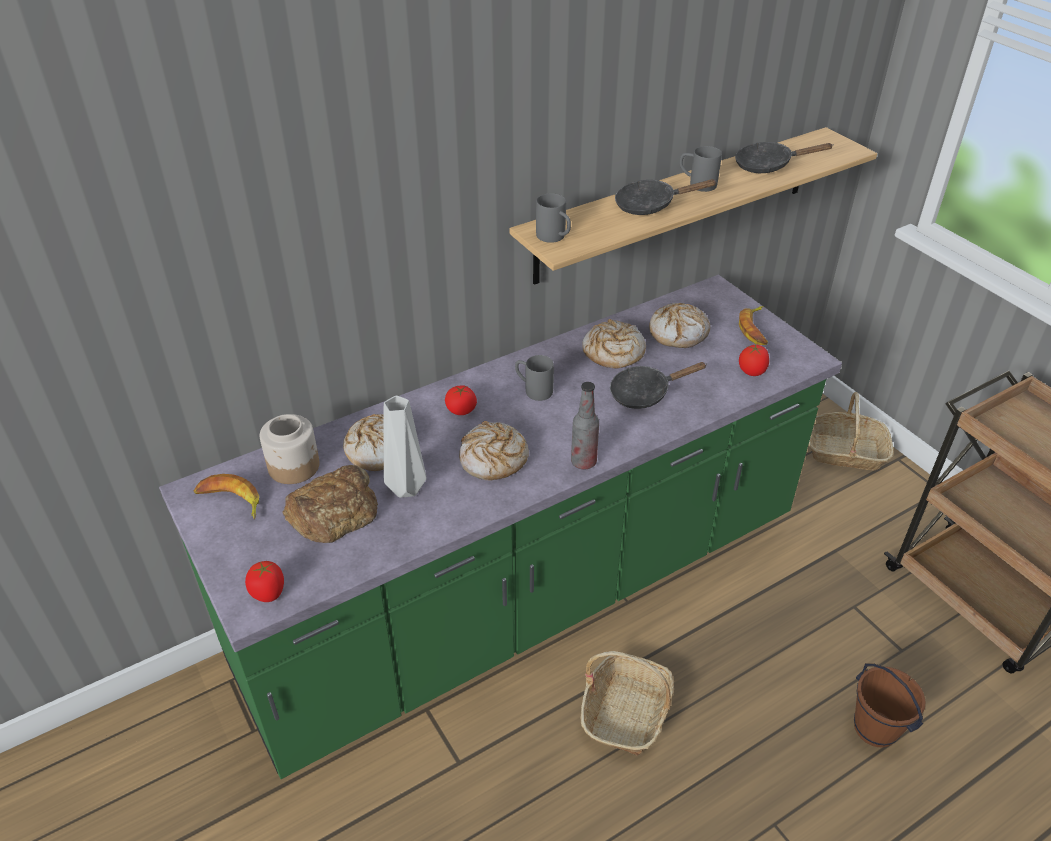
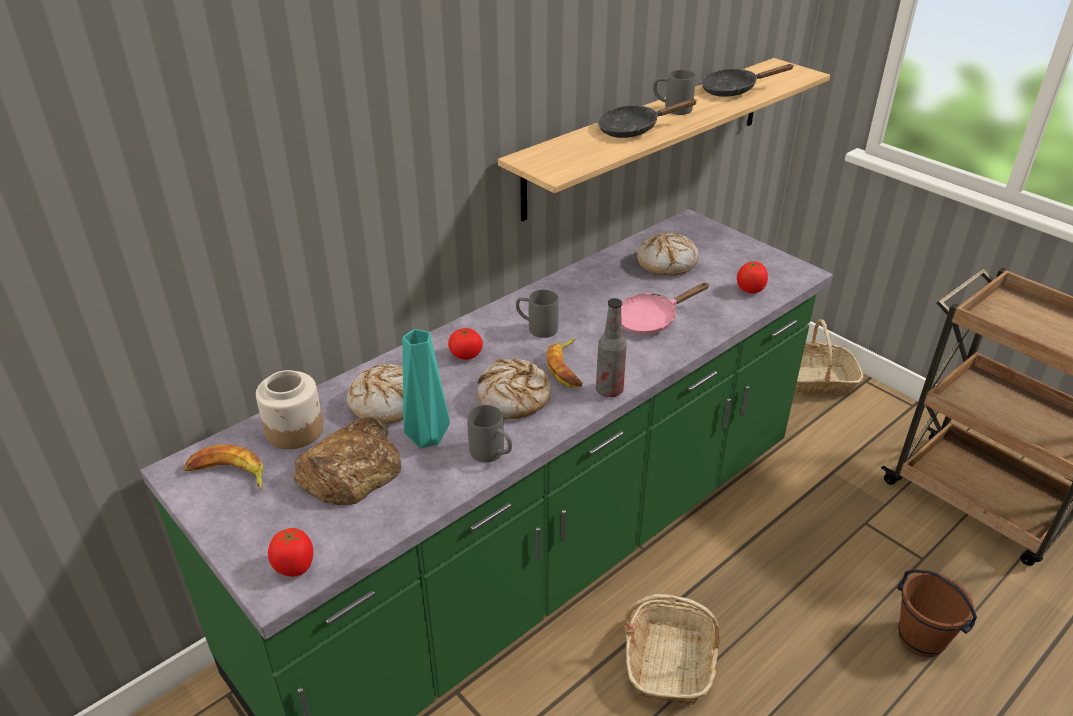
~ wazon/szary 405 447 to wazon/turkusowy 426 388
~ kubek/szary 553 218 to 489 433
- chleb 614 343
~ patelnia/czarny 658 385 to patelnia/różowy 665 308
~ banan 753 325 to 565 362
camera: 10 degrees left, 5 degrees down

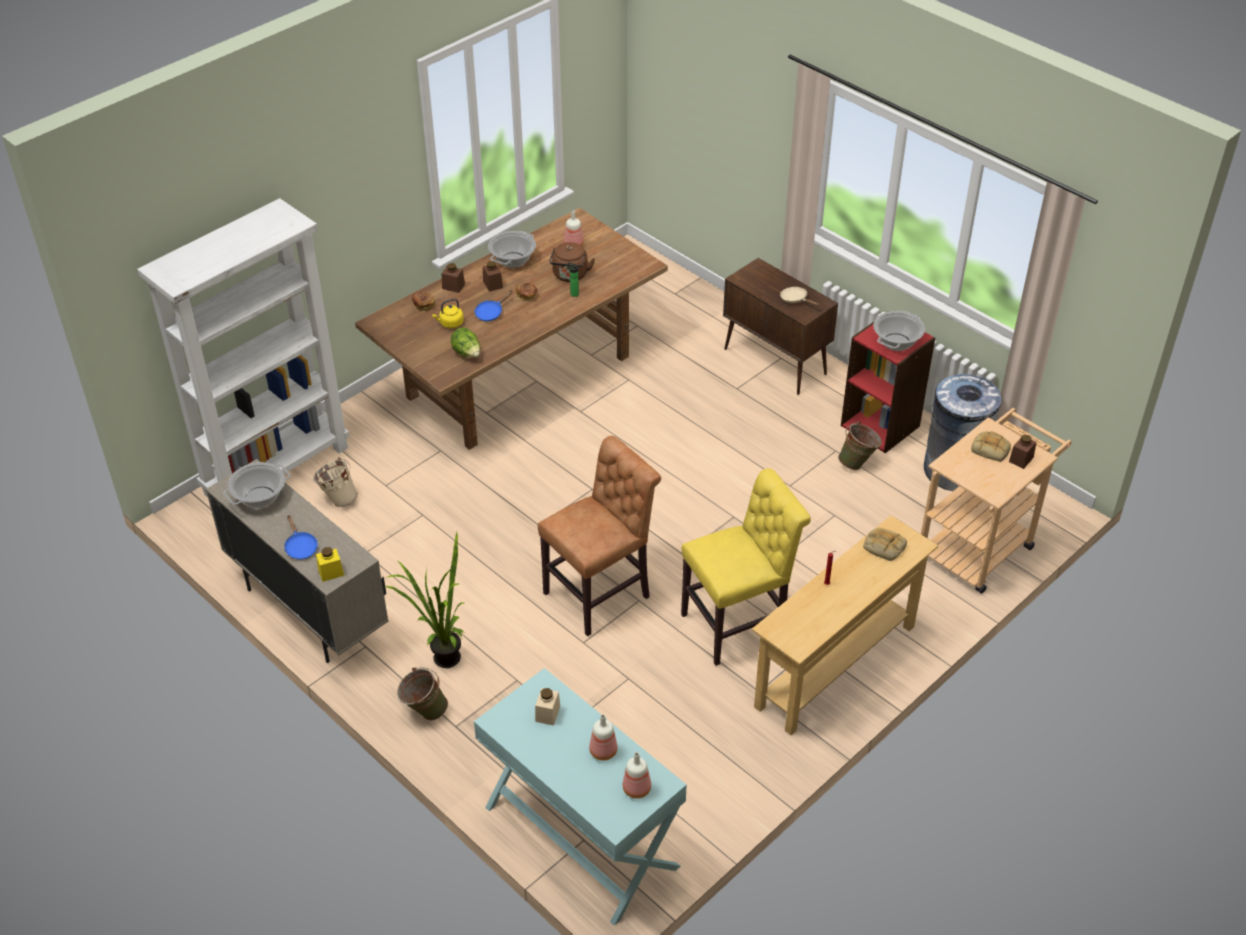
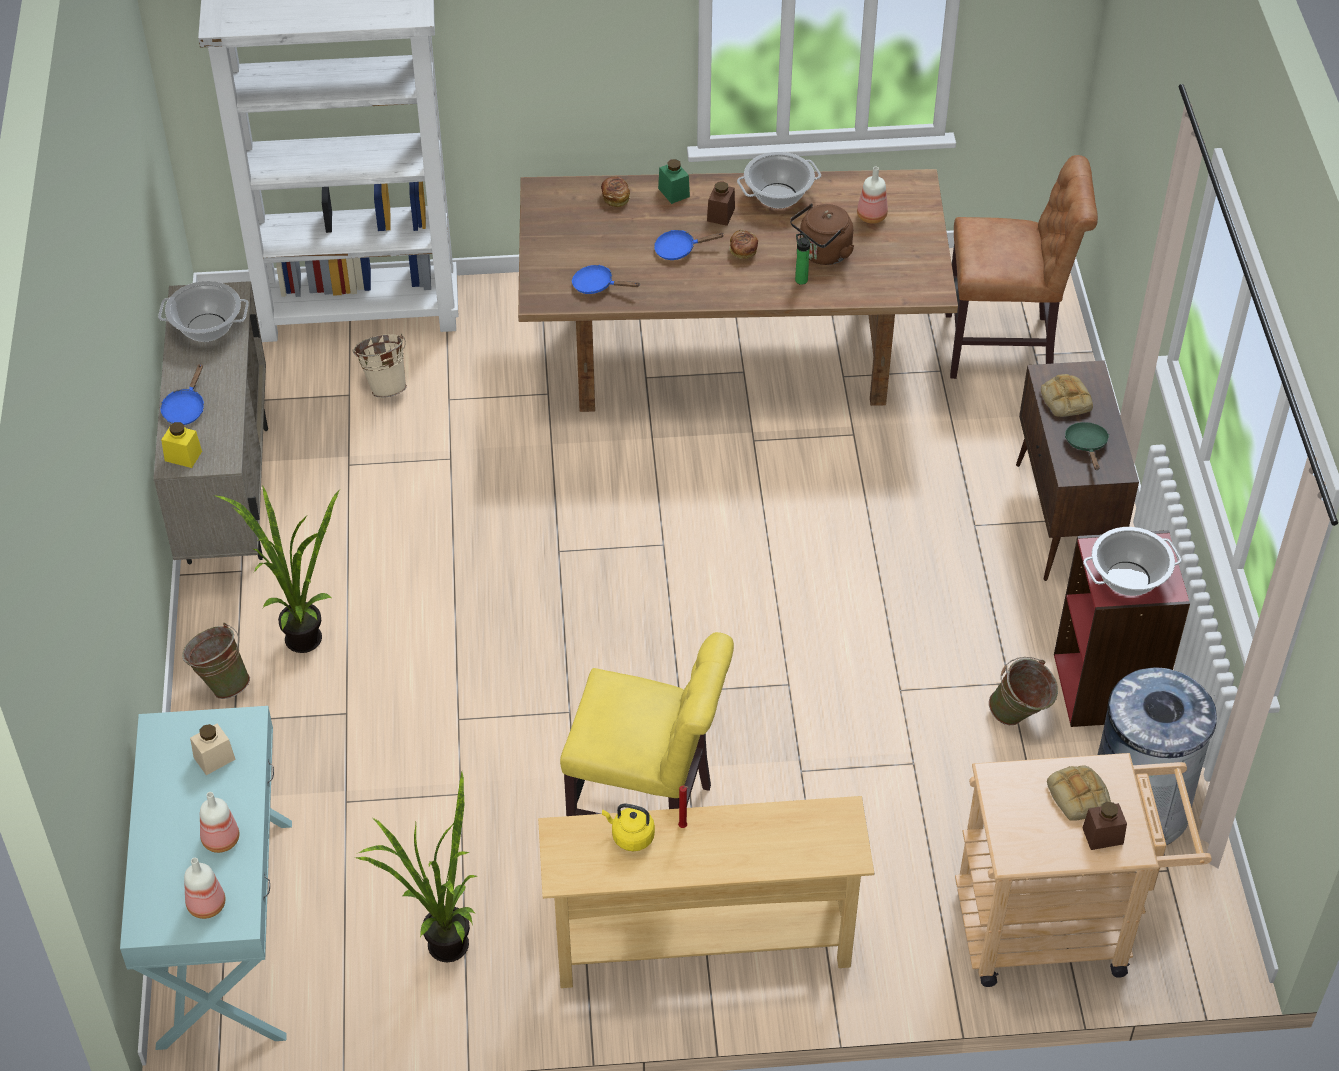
~ czajnik/żółty 448 313 to 628 827
~ słoik/brązowy 453 278 to słoik/zielony 674 181
~ sałata 465 342 to patelnia/niebieski 605 279
~ krzesło/brązowy 599 536 to 1022 267
~ patelnia/beżowy 800 296 to patelnia/zielony 1087 446
~ chleb 885 544 to 1067 395
+ roślina doniczkowa 416 865
camera: 40 degrees right, 5 degrees up

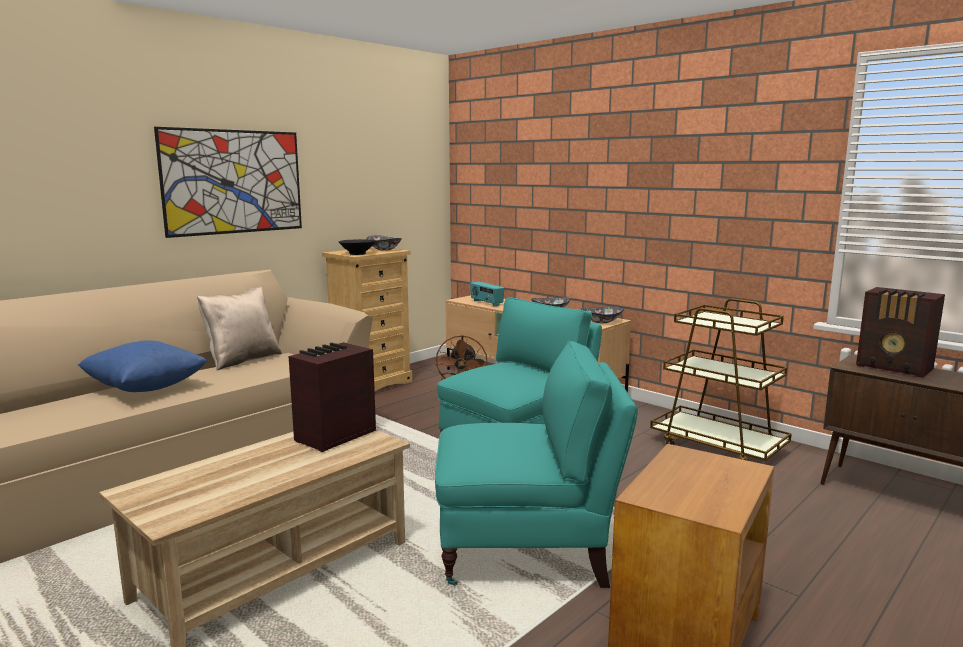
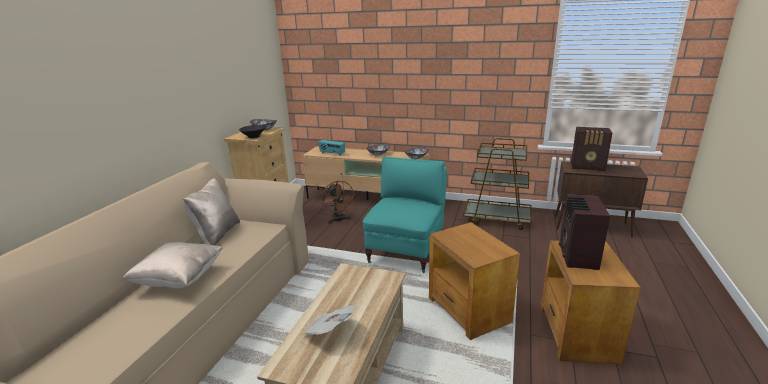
~ poduszka/niebieski 142 366 to poduszka/beżowy 172 265
- obraz 228 182
~ radio 332 397 to 584 232
~ fotel/turkusowy 536 464 to stolik/brązowy 474 281
+ gazeta 329 320
camera: 25 degrees left, 10 degrees up

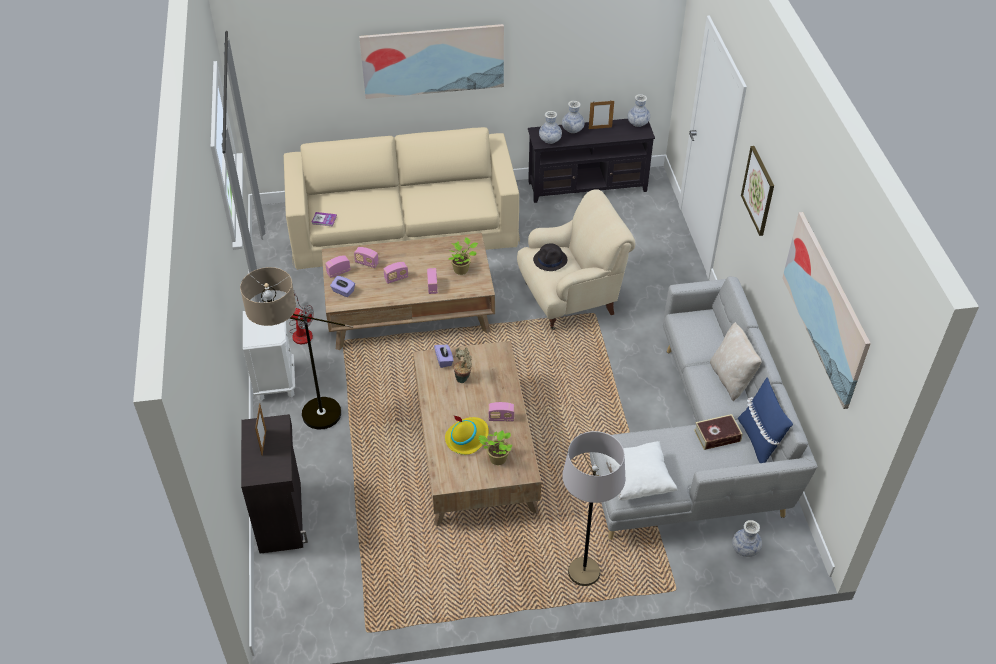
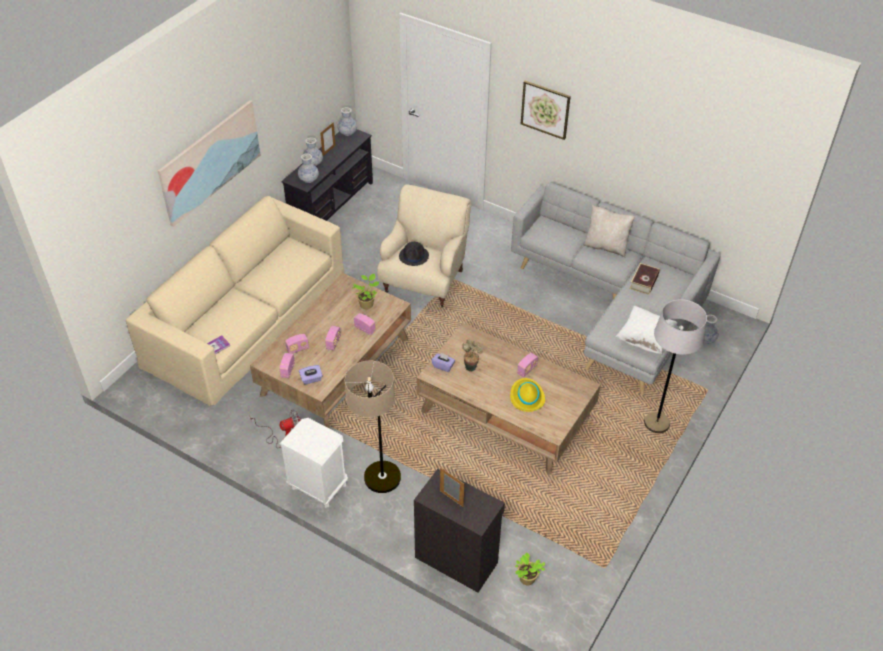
~ roślina doniczkowa 495 447 to 530 568
- poduszka/niebieski 765 420
- obraz 826 310
camera: 50 degrees left, 0 degrees up

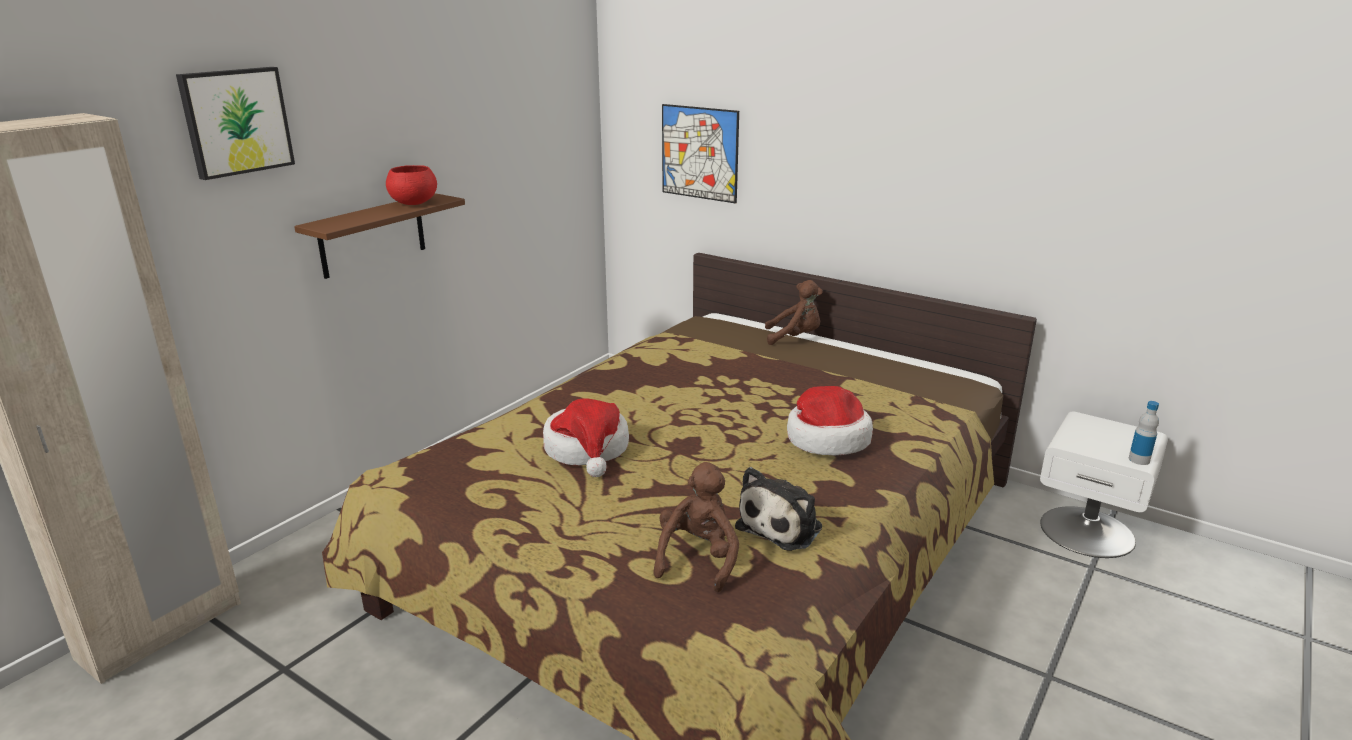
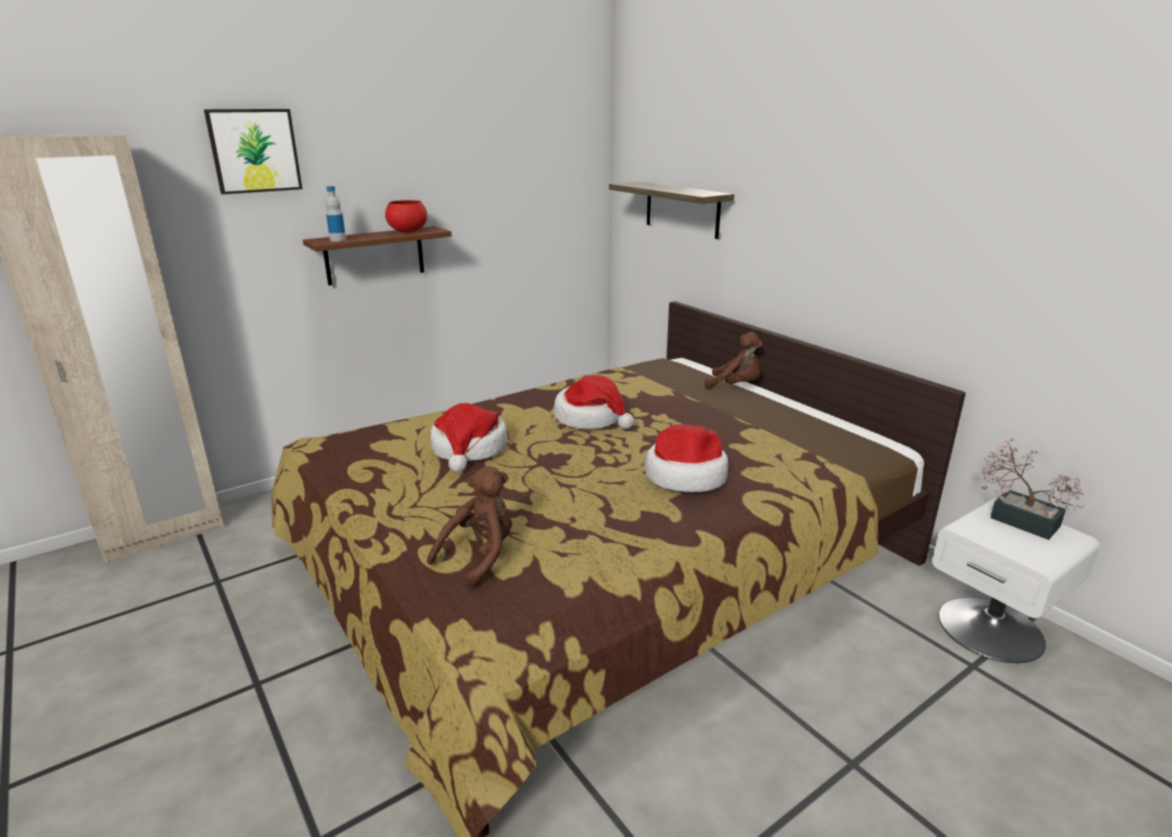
~ obraz 700 153 to półka 671 210
- pluszak 778 509
~ butelka 1144 433 to 336 214
+ kapelusz 594 402
+ roślina doniczkowa 1033 489
camera: 20 degrees right, 0 degrees up

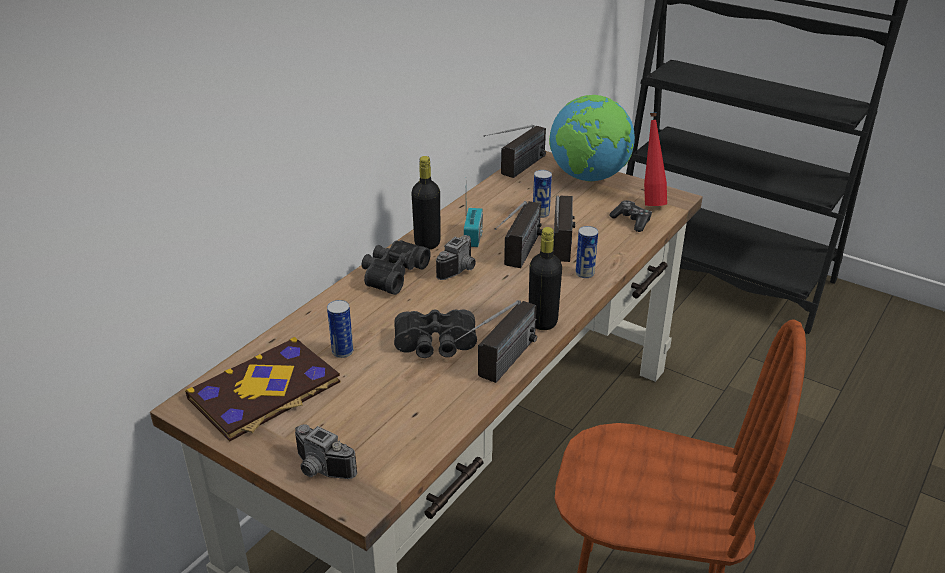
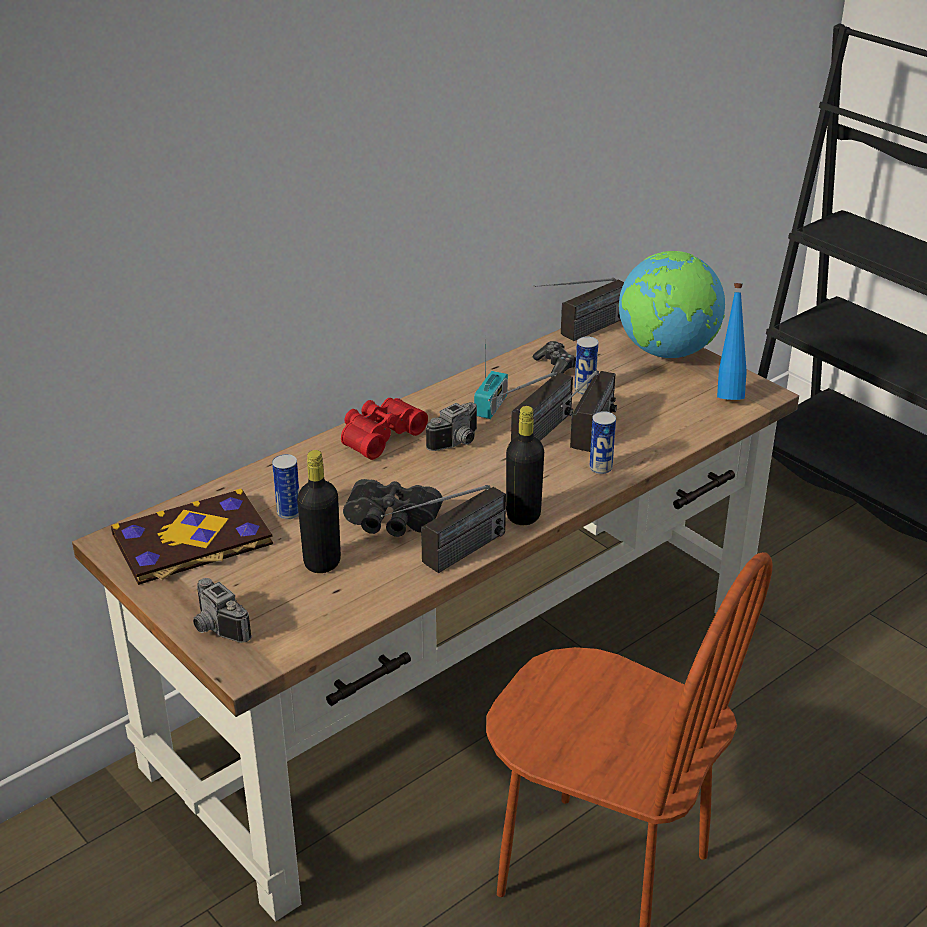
~ lornetka/czarny 396 267 to lornetka/czerwony 384 429
~ butelka/czarny 426 202 to 319 511
~ pad do gier 631 216 to 554 359
~ butelka/czerwony 655 159 to butelka/niebieski 732 341
camera: 15 degrees right, 0 degrees up

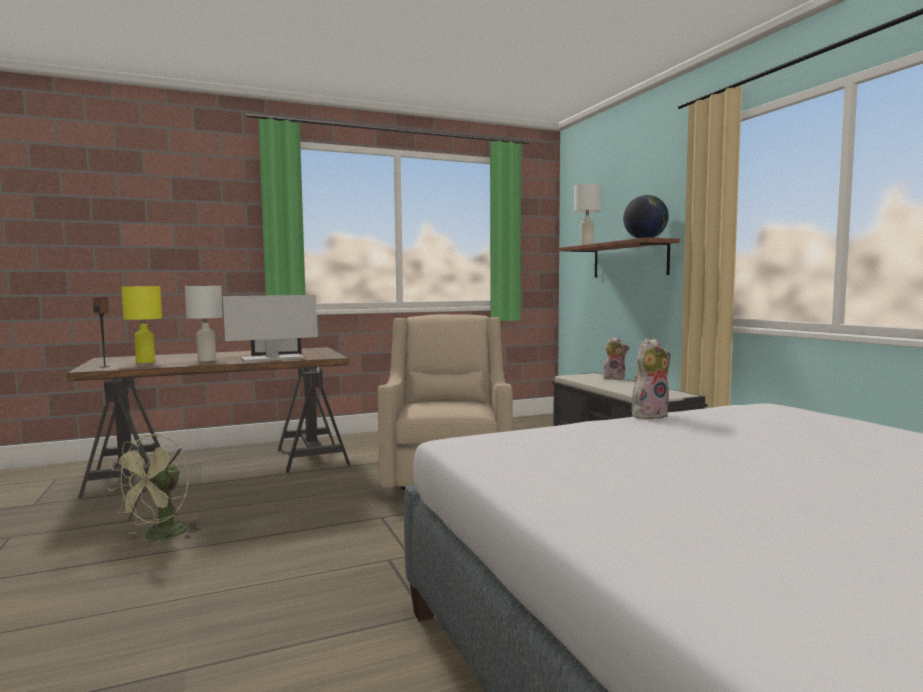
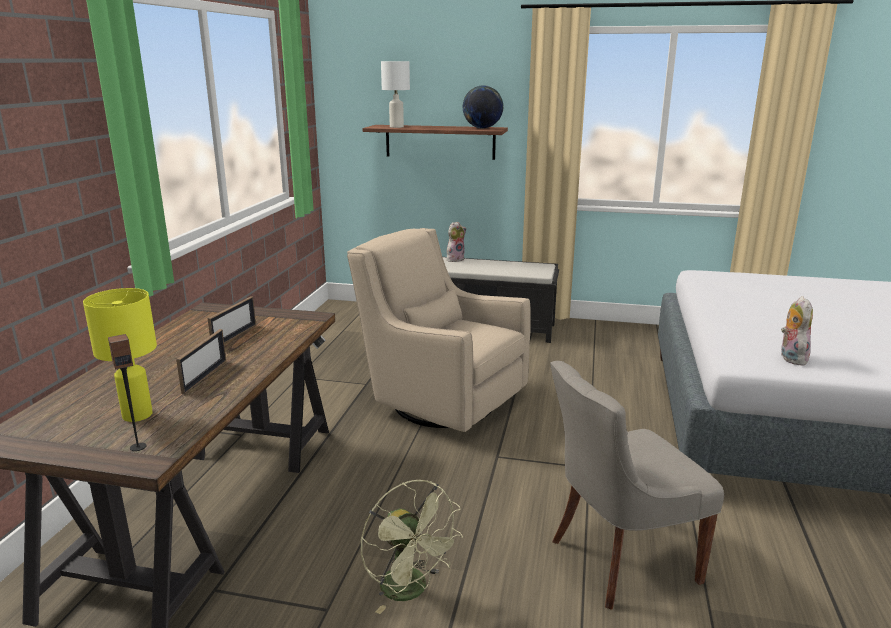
~ lampa stołowa/biały 204 323 to ramka na zdjęcie 201 361
- monitor 270 328
~ pluszak 651 378 to 797 331
+ krzesło/szary 637 485
camera: 55 degrees left, 15 degrees up

